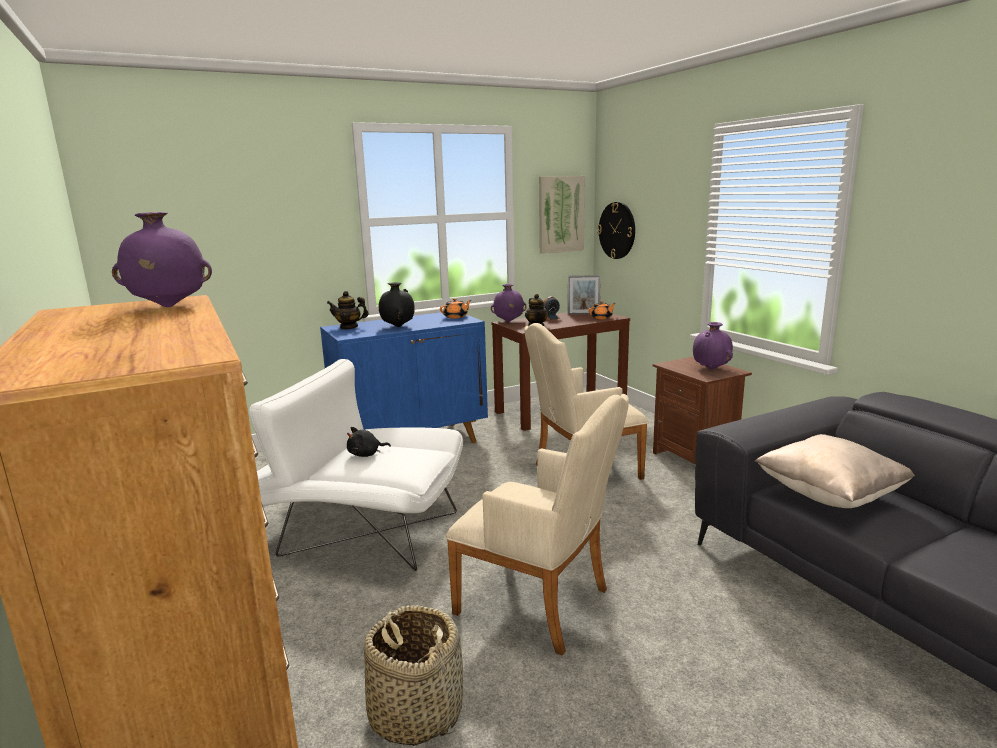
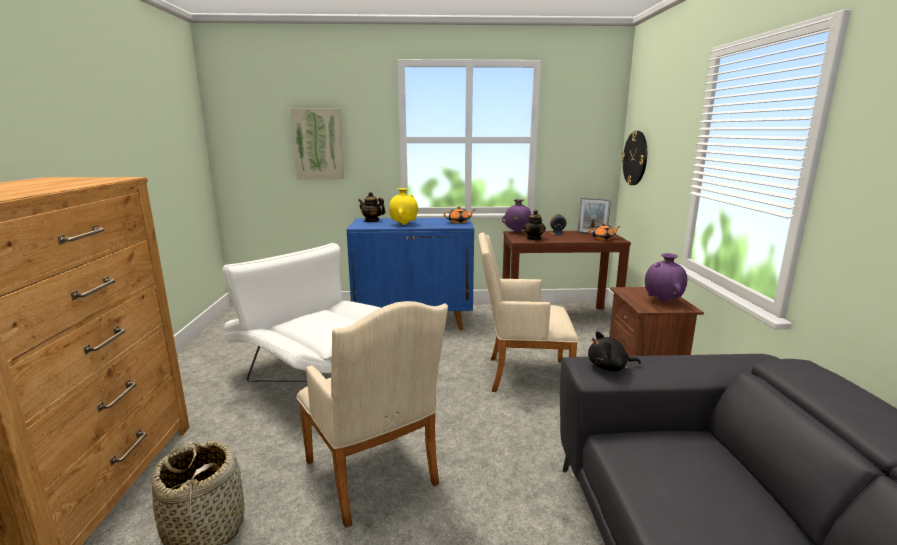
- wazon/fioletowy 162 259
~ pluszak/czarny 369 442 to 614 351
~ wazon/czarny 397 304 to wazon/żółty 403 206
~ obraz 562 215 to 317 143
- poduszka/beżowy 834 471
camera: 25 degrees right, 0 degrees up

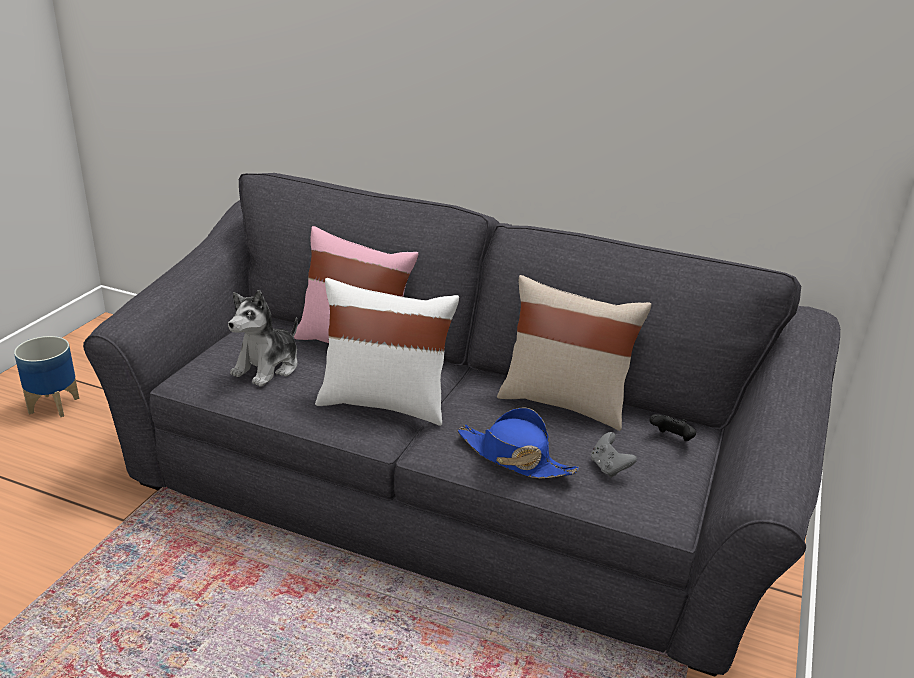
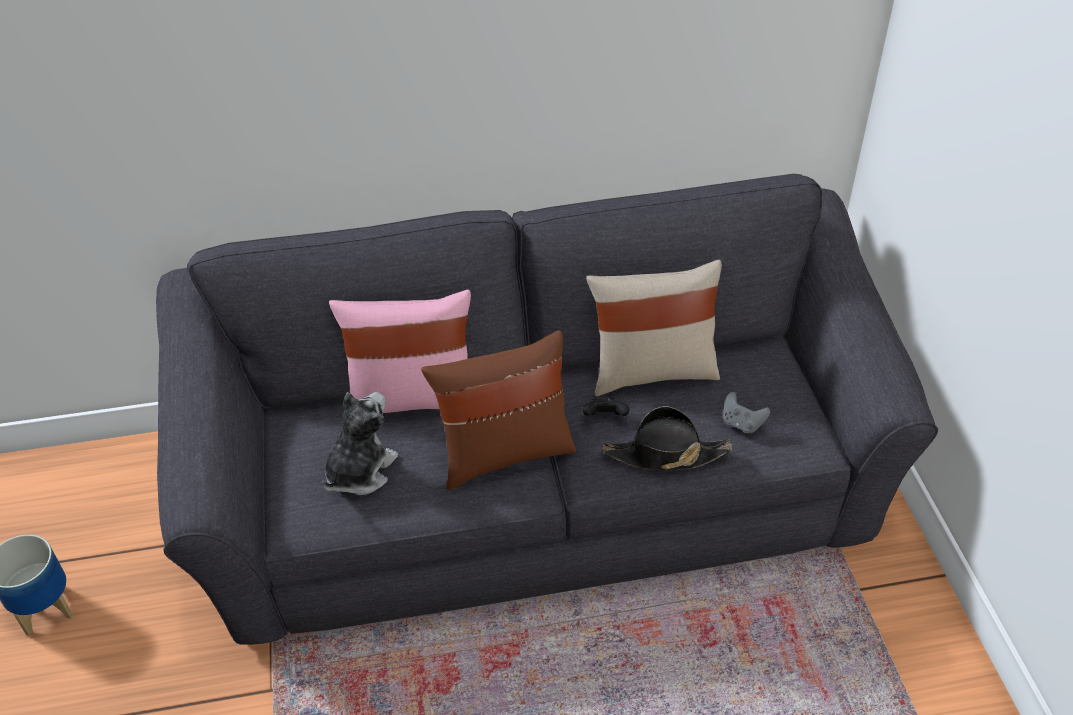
~ pluszak 263 338 = 360 443 150 degrees counterclockwise
~ poduszka/biały 387 352 to poduszka/brązowy 499 410
~ kapelusz/niebieski 518 443 to kapelusz/czarny 667 438
~ pad do gier/czarny 673 427 to 606 407
camera: 30 degrees left, 15 degrees up

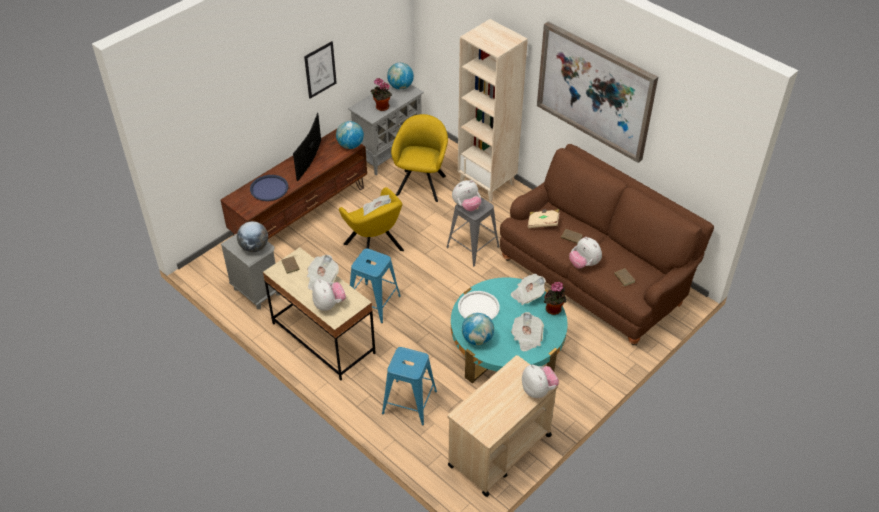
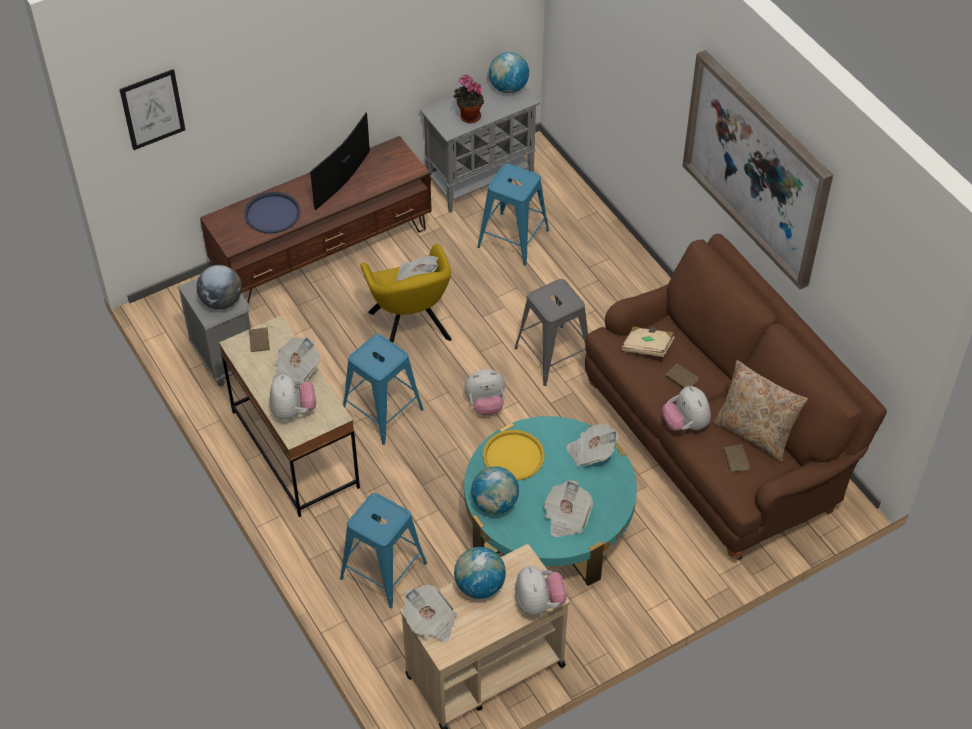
~ obraz 320 70 to 152 109
~ globus 350 135 to 480 573
~ fotel/żółty 419 158 to stołek/niebieski 513 215
~ pluszak 466 195 to 484 392
- regał/beżowy 493 110
~ taca/biały 479 305 to taca/żółty 514 455
- roślina doniczkowa 555 298
+ gazeta 429 613
+ poduszka/beżowy 760 411
camera: 15 degrees right, 5 degrees up

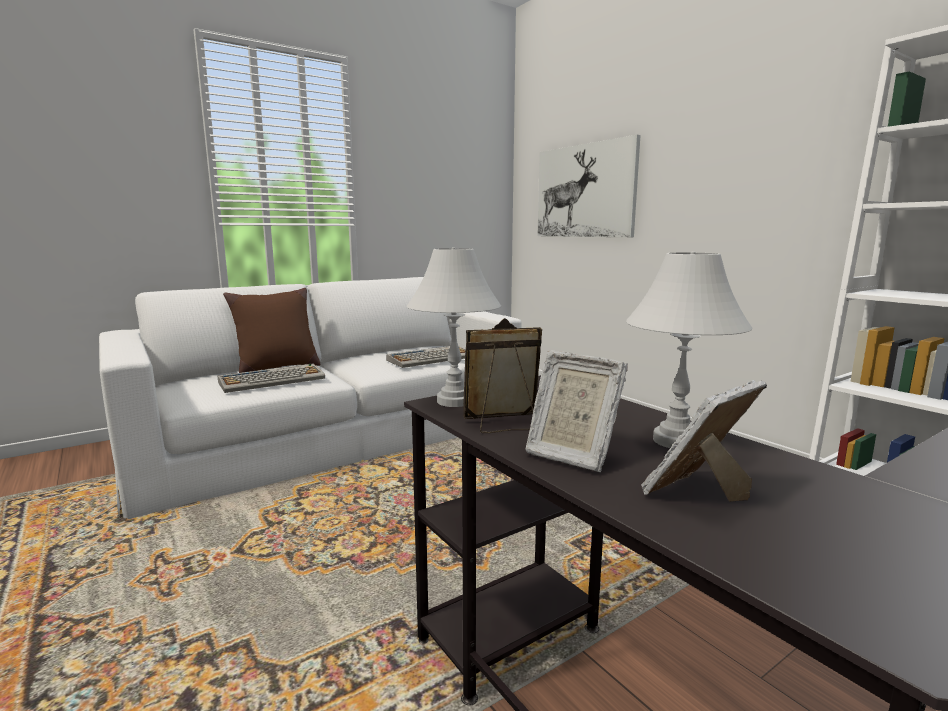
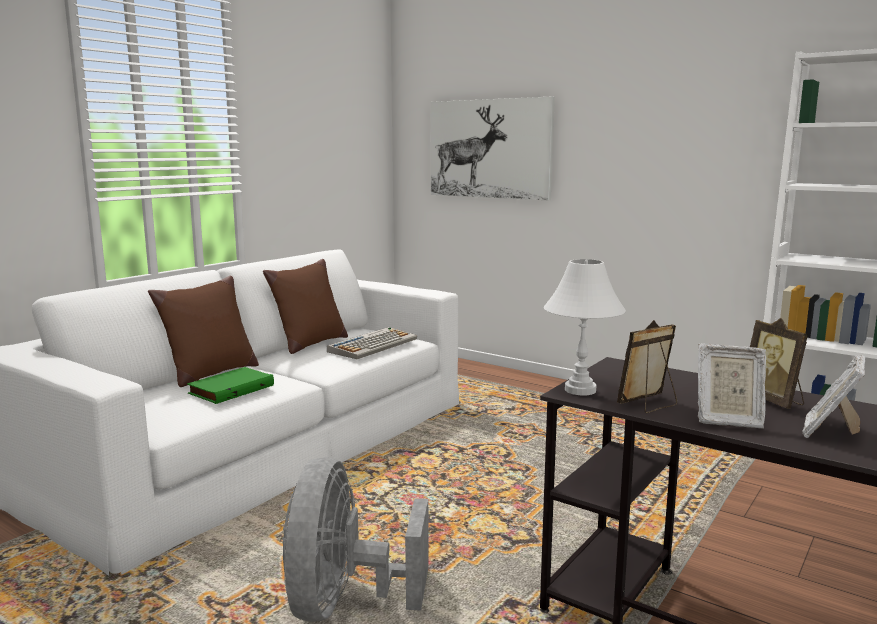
~ klawiatura 271 378 to książka/zielony 230 385
~ lampa stołowa/biały 689 350 to ramka na zdjęcie 779 363
+ poduszka/brązowy 305 306
+ wentylator/szary 355 540
camera: 20 degrees left, 0 degrees up

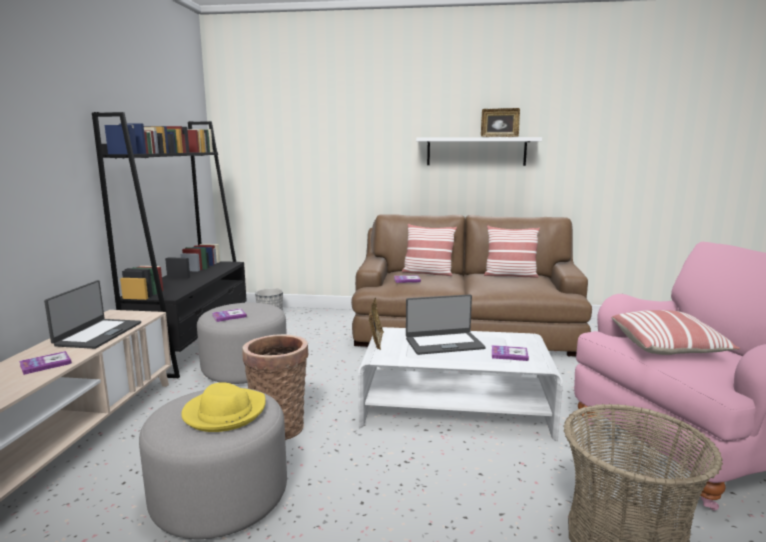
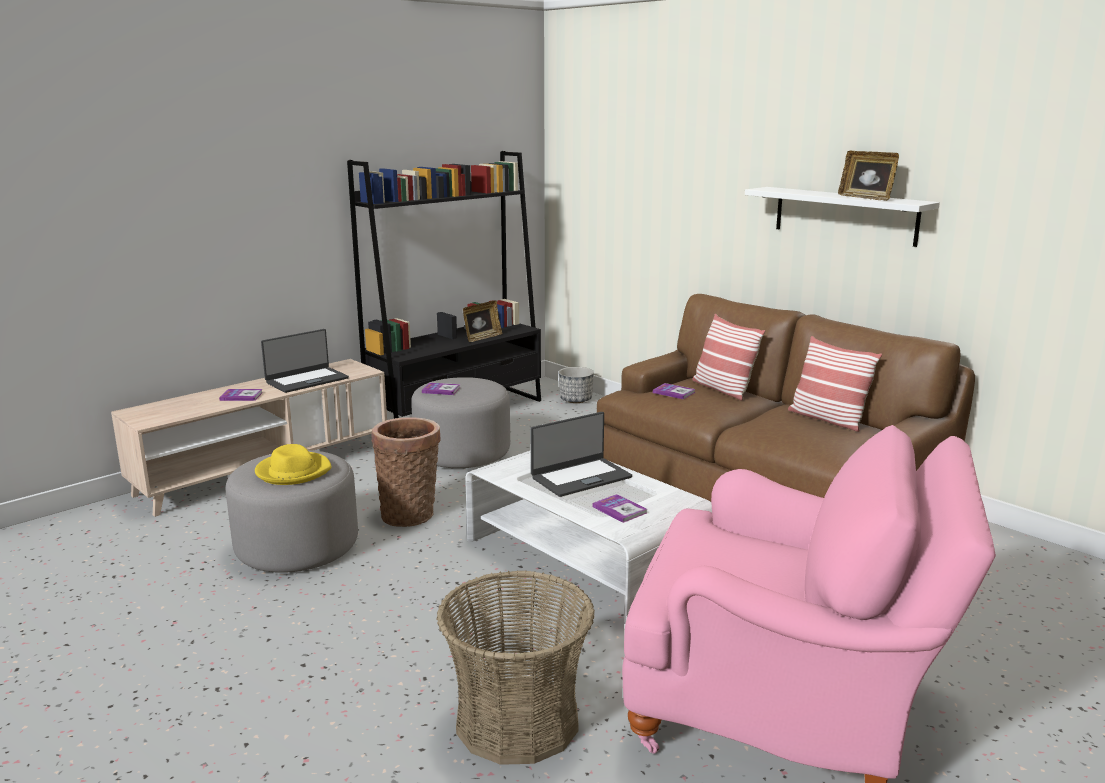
~ ramka na zdjęcie 376 324 to 483 321
~ laptop 446 324 = 581 454 60 degrees counterclockwise
- poduszka 676 332
camera: 40 degrees right, 5 degrees up

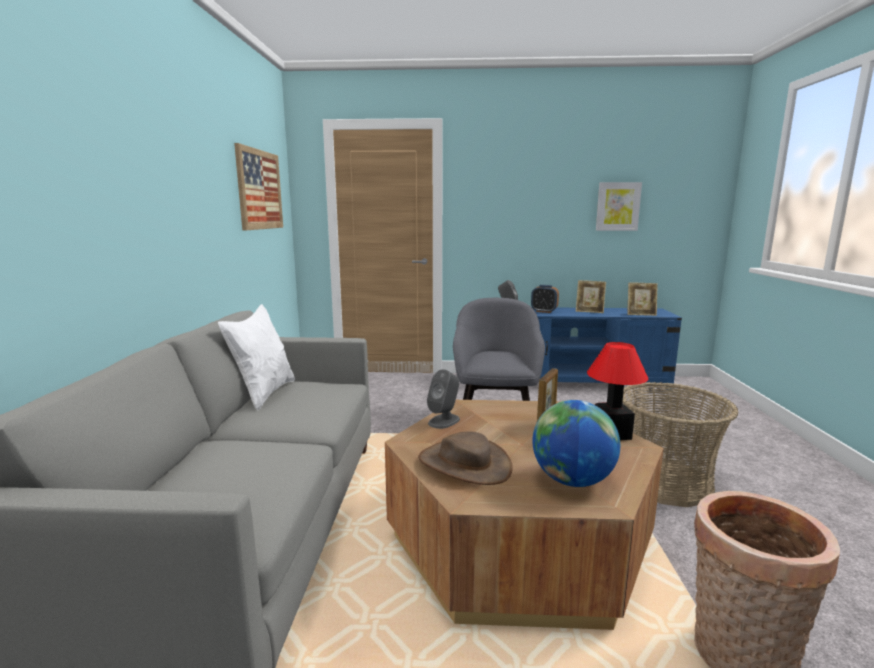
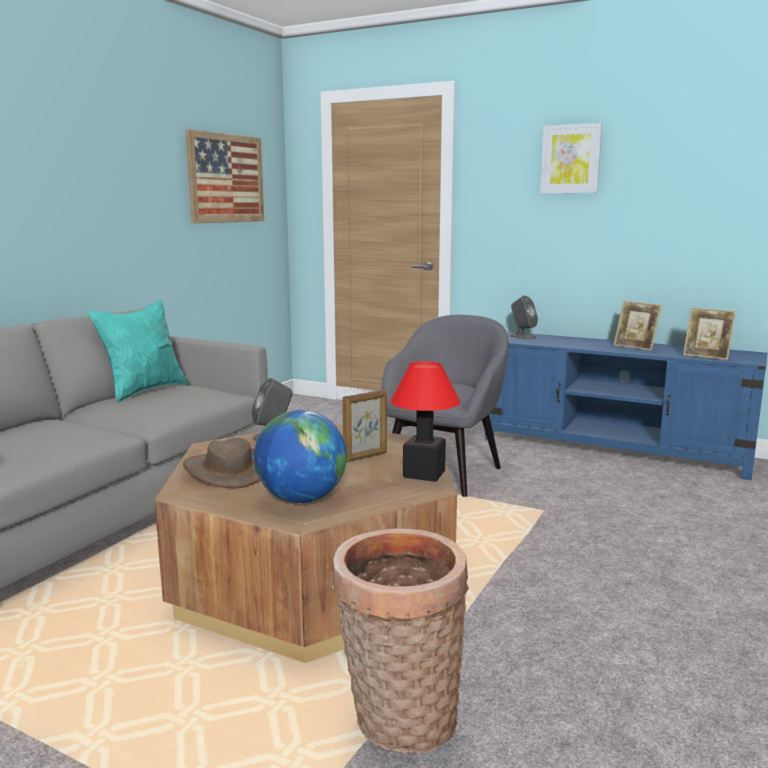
~ poduszka/biały 256 357 to poduszka/turkusowy 138 351
- budzik 545 299
~ obraz 619 206 to 571 158
- koszyk 680 444
camera: 25 degrees right, 0 degrees up

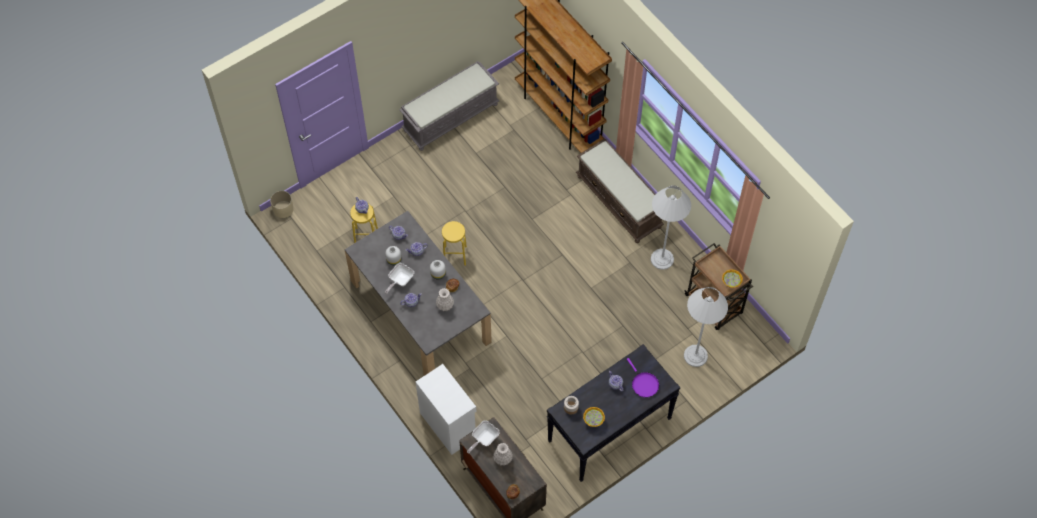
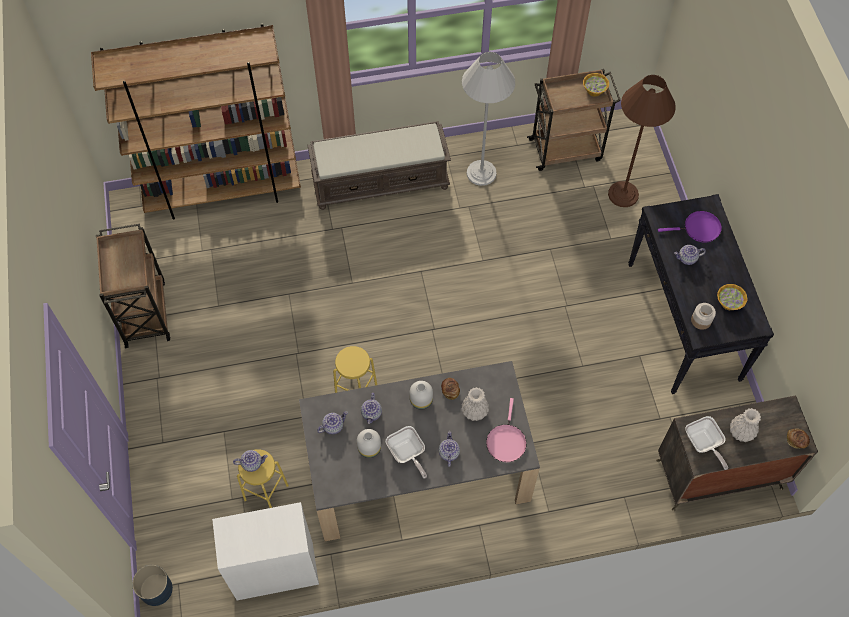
~ donica/beżowy 282 204 to donica/niebieski 152 585
~ ławka/szary 449 106 to wózek/brązowy 133 286
~ szafka/biały 446 409 to 265 551
~ lampa stojąca/biały 706 327 to lampa stojąca/brązowy 642 141
+ patelnia/różowy 506 430
camera: 65 degrees left, 0 degrees up

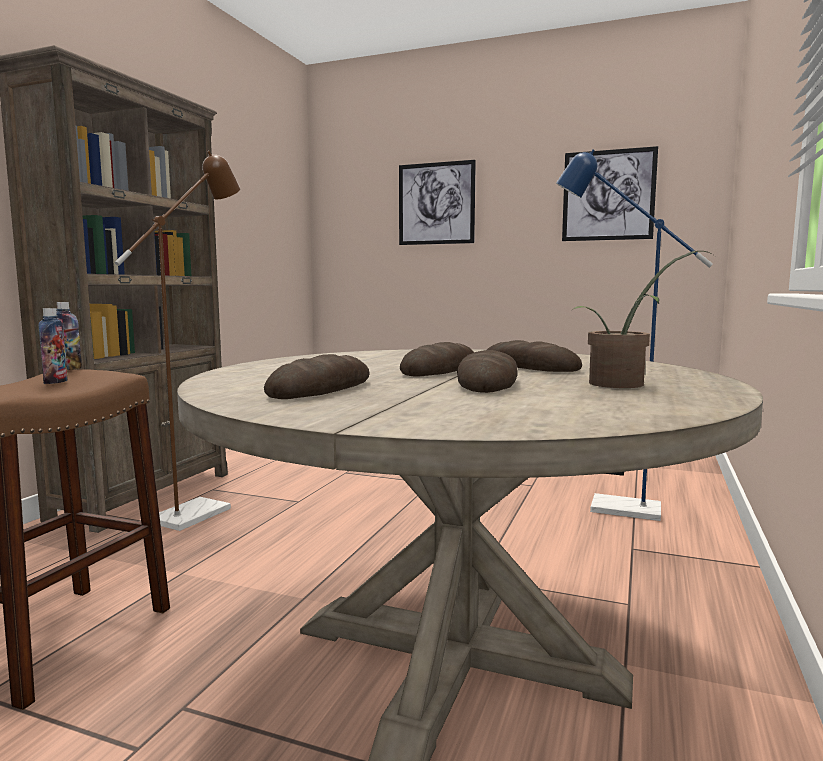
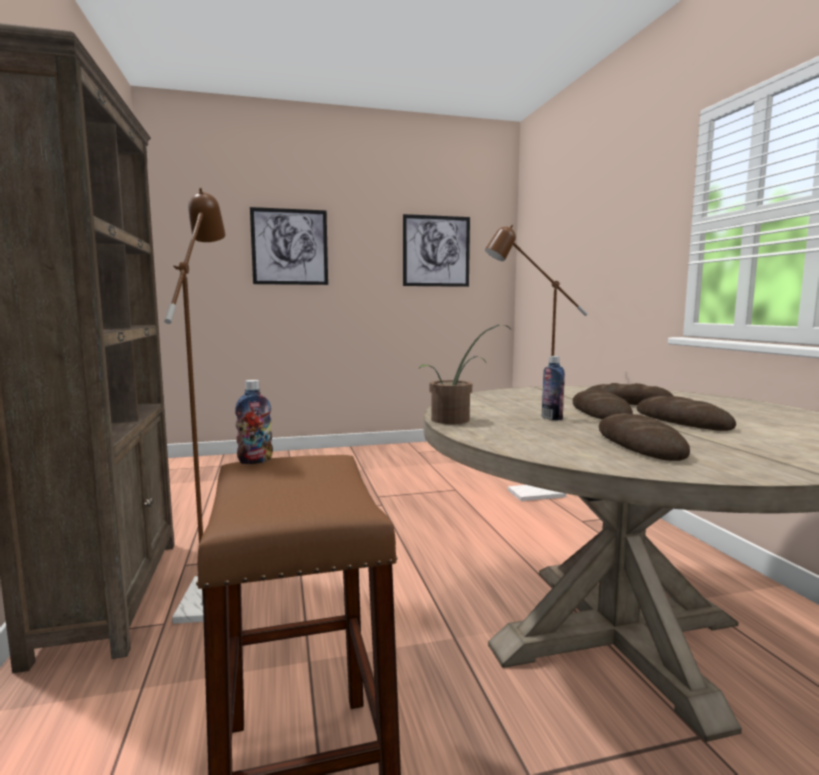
~ butelka 53 346 to 553 388
~ lampa stojąca/niebieski 634 335 to lampa stojąca/brązowy 536 363
~ roślina doniczkowa 642 319 to 464 374
camera: 35 degrees left, 0 degrees up

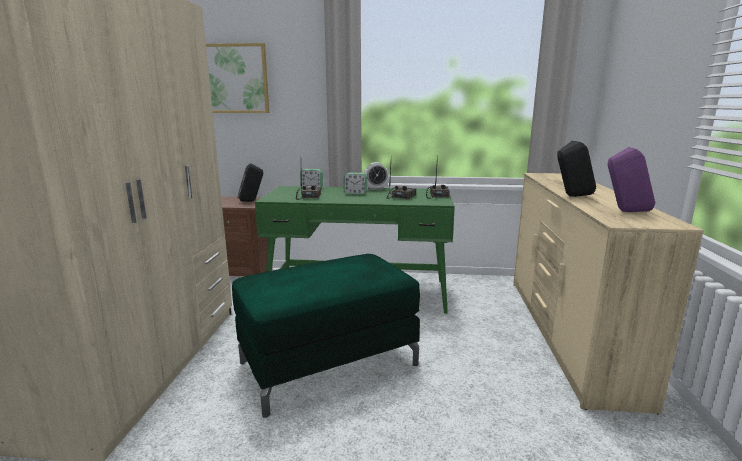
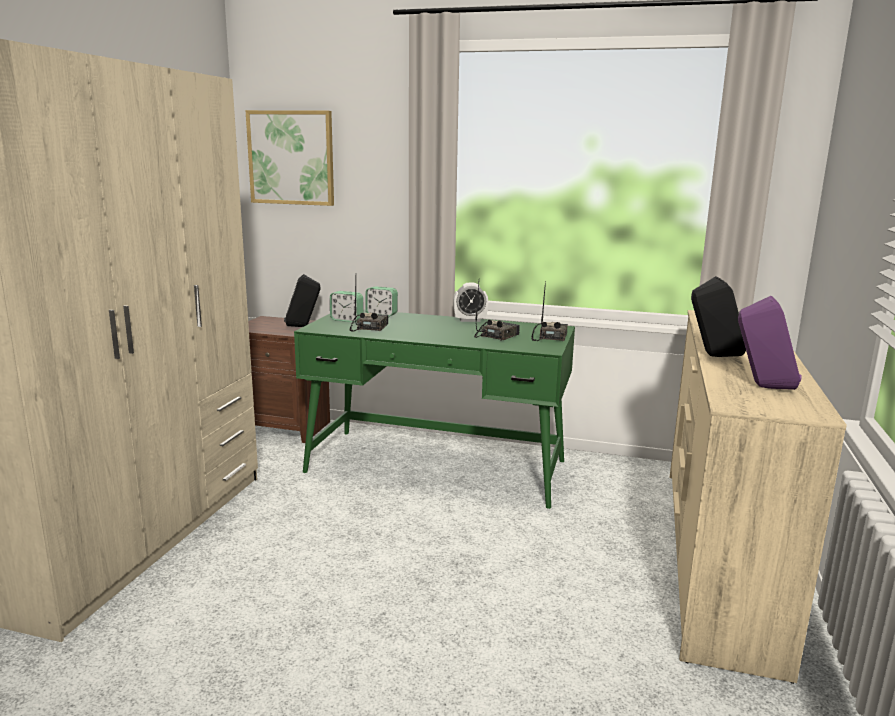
- pufa/zielony 326 336
~ budzik 355 184 to 346 306
camera: 10 degrees right, 0 degrees up

